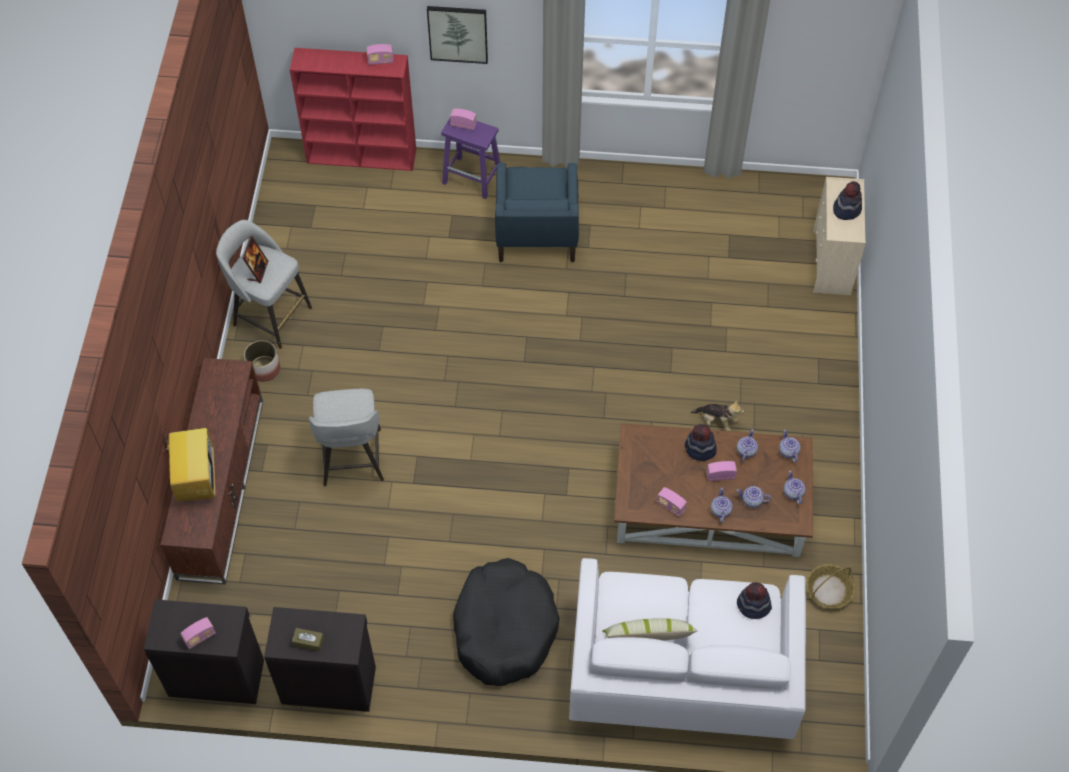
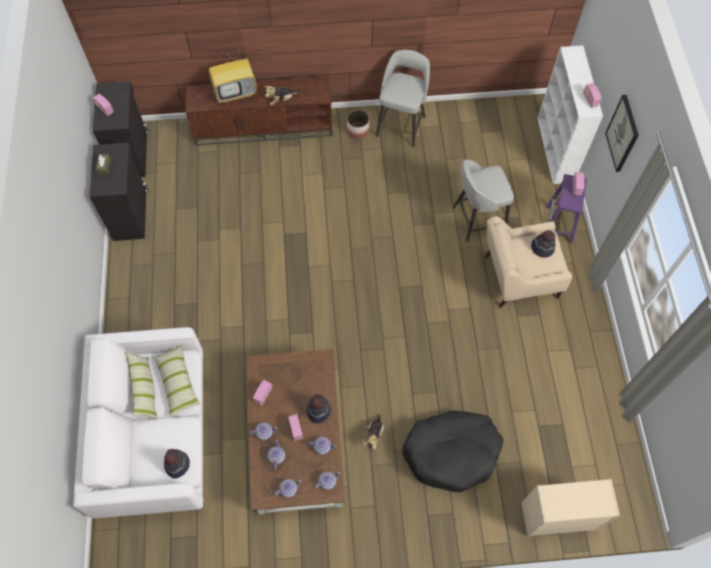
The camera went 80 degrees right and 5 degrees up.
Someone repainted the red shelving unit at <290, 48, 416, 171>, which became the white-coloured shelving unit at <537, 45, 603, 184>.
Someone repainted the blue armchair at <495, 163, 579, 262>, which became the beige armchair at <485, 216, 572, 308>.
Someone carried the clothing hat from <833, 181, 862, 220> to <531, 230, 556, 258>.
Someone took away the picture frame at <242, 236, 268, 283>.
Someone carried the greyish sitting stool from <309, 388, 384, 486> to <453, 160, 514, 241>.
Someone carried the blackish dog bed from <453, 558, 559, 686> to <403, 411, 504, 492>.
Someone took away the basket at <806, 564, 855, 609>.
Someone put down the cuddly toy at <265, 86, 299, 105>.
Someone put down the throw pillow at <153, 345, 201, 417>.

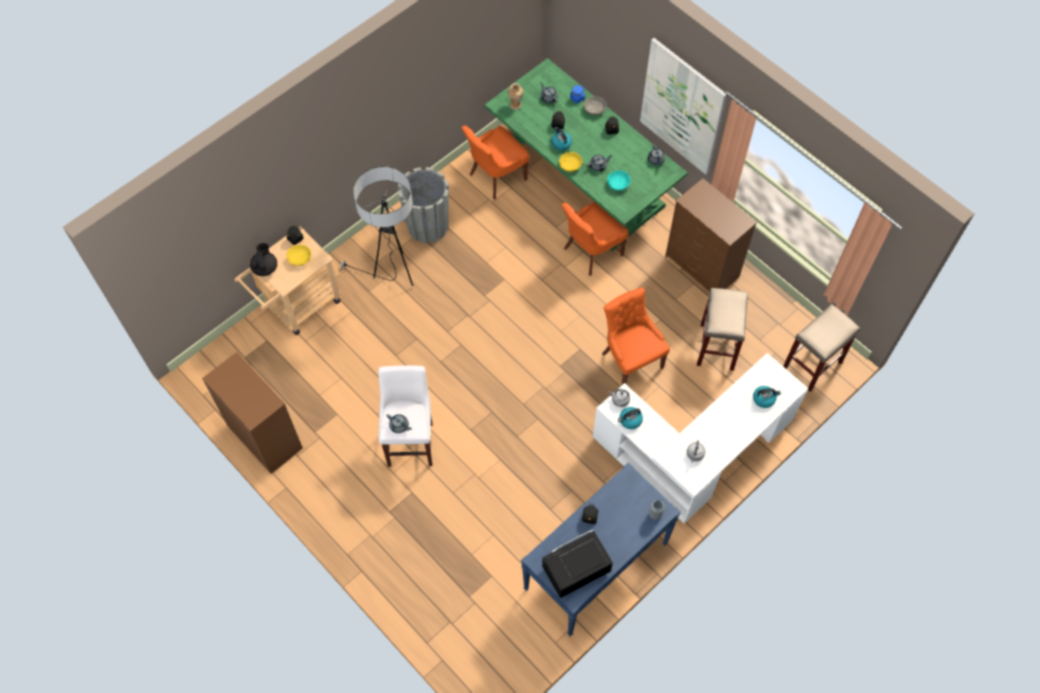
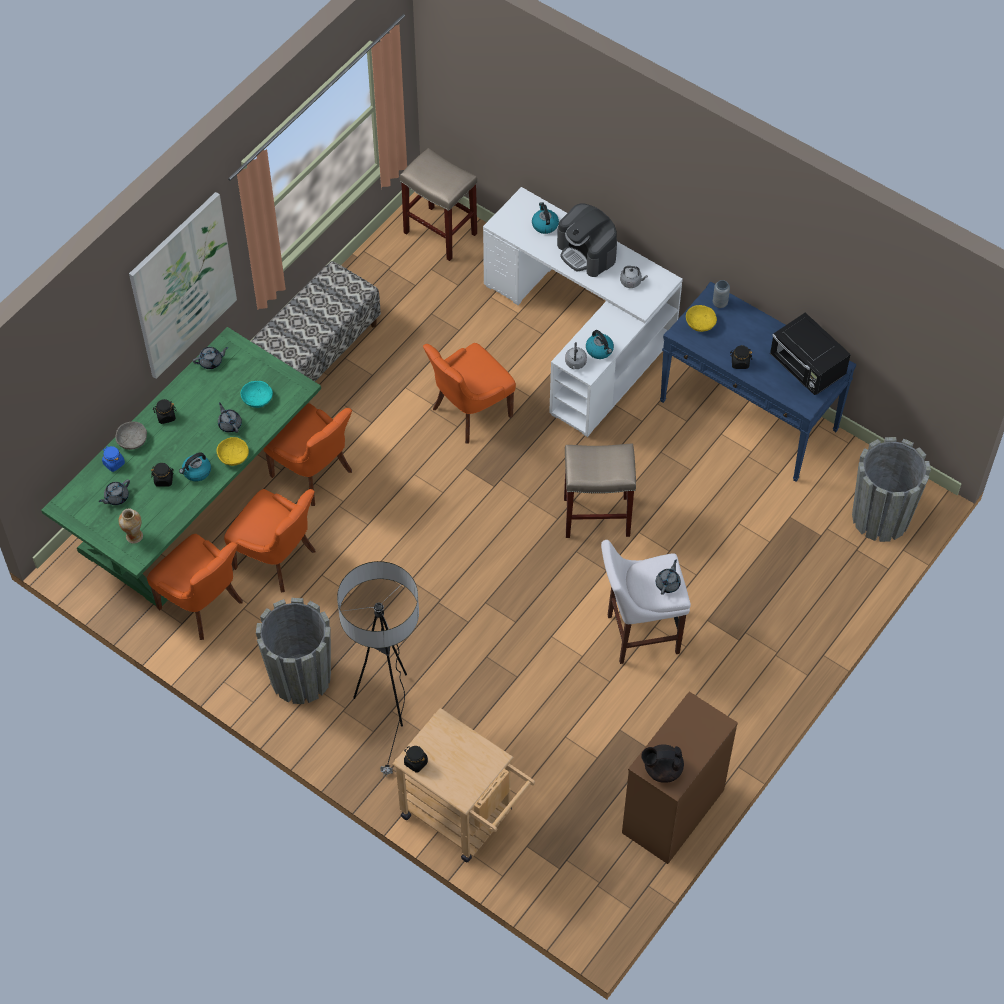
The camera went 100 degrees left and 5 degrees down.
Someone swapped the brown chest of drawers at <665, 178, 757, 291> for the bench at <251, 261, 381, 382>.
Someone carried the blackish tea pot from <250, 243, 277, 276> to <642, 744, 684, 783>.
Someone carried the yellow-coloured deep dish from <286, 245, 311, 266> to <686, 305, 717, 332>.
Someone carried the beige sitting stool from <697, 288, 748, 371> to <564, 443, 636, 538>.
Someone put down the coffee brewer at <557, 203, 617, 277>.
Someone put down the greyish plant pot at <852, 437, 931, 542>.
Someone put down the orange-coloured chair at <224, 489, 316, 593>.

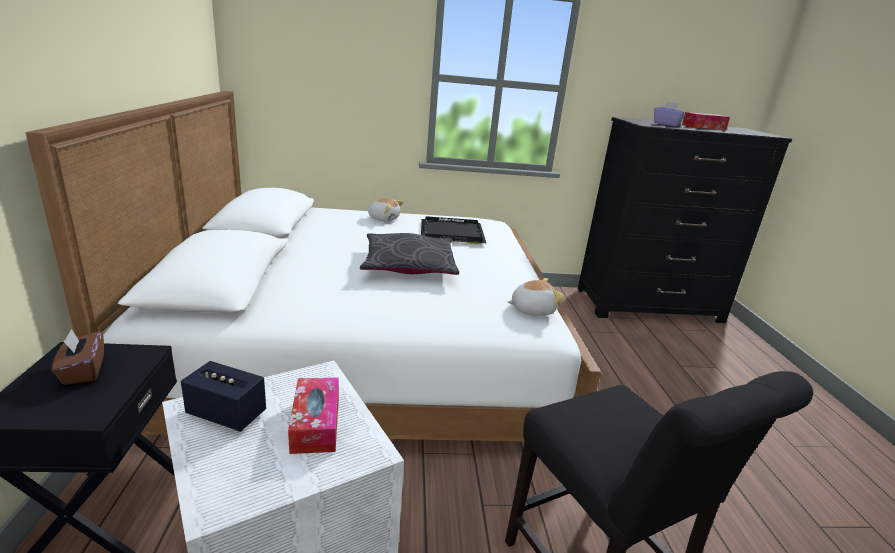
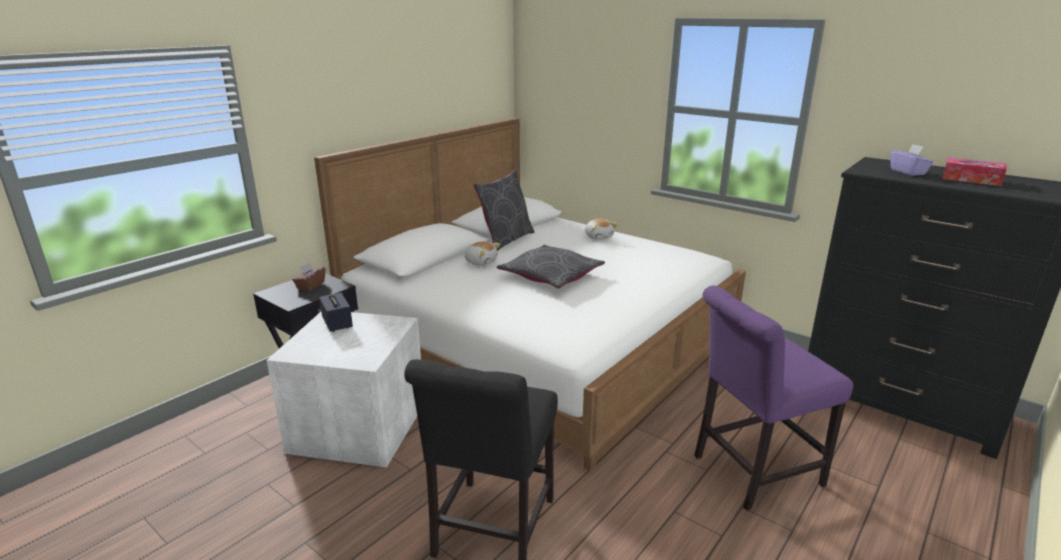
The camera went 45 degrees right and 0 degrees up.
Someone took away the blackish tray at <421, 216, 486, 244>.
Someone carried the cuddly toy from <507, 278, 564, 316> to <464, 241, 501, 266>.
Someone took away the box of tissues at <288, 378, 339, 454>.
Someone put down the greyish throw pillow at <473, 170, 534, 251>.
Someone put down the purple chair at <694, 285, 853, 510>.

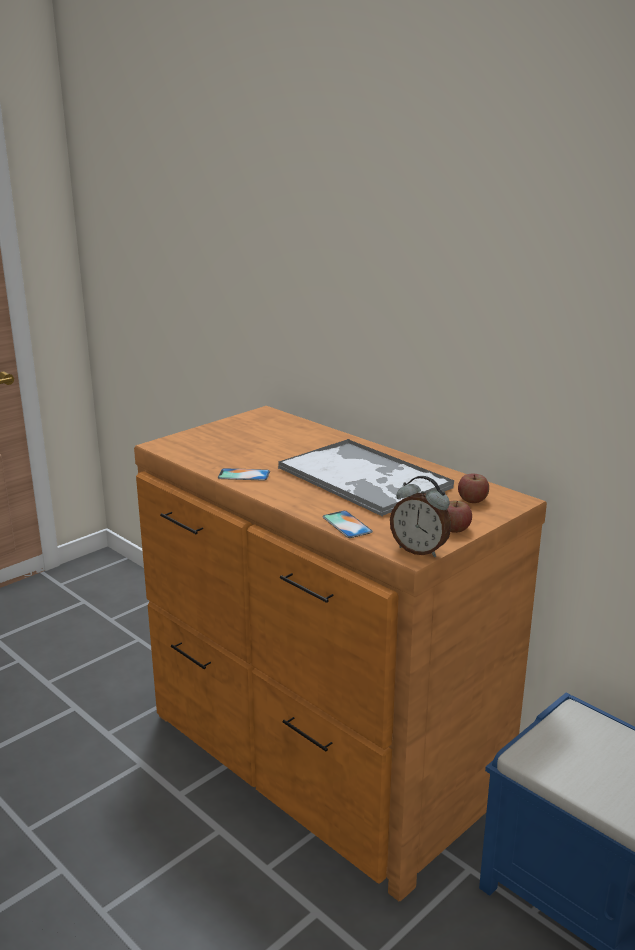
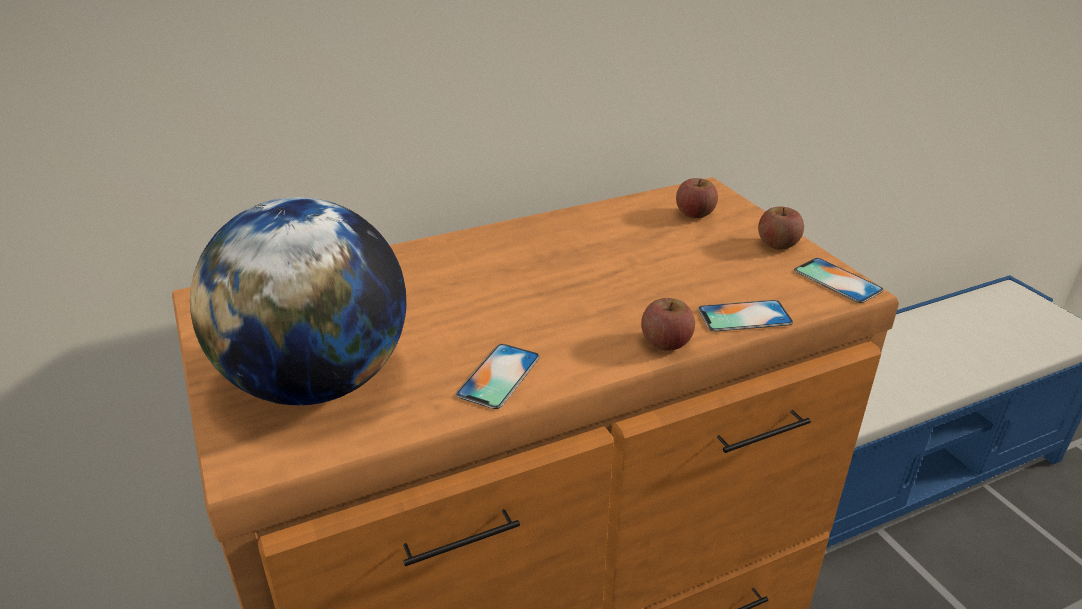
The camera went 70 degrees left and 10 degrees up.
Someone took away the tray at <278, 439, 454, 517>.
Someone swapped the bedside clock at <390, 476, 451, 557> for the handset at <794, 258, 884, 303>.
Someone put down the world globe at <190, 197, 406, 405>.
Someone put down the whole apple at <641, 298, 695, 351>.

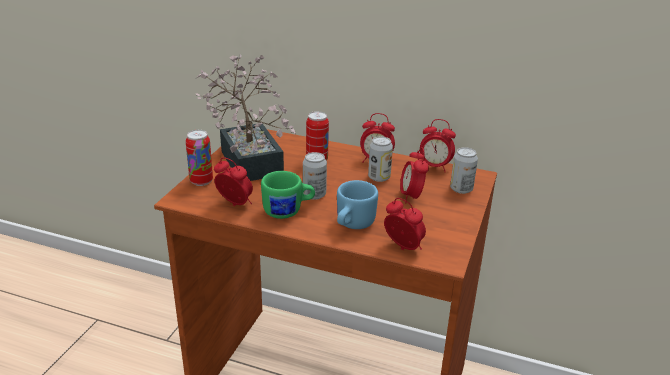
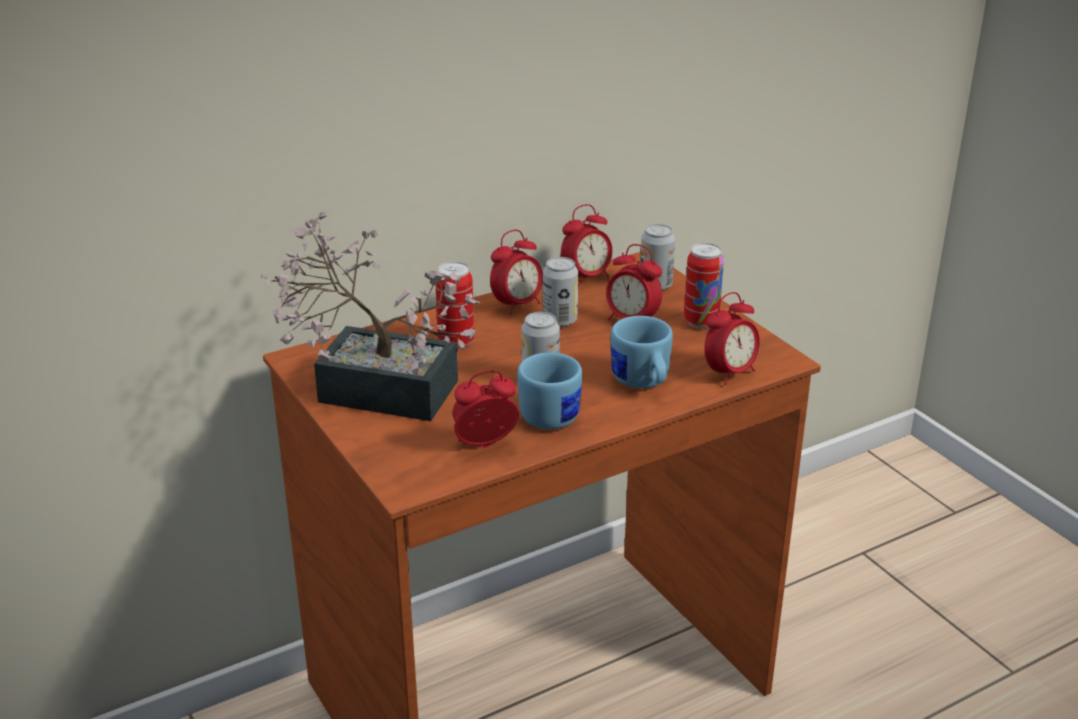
The camera went 50 degrees left and 0 degrees up.
Someone carried the sealed can from <186, 130, 213, 186> to <684, 243, 724, 329>.
Someone repainted the greenish tea mug at <261, 171, 315, 219>, which became the blue tea mug at <517, 352, 582, 430>.
Someone rotated the bedside clock at <384, 198, 426, 250> by 150 degrees clockwise.

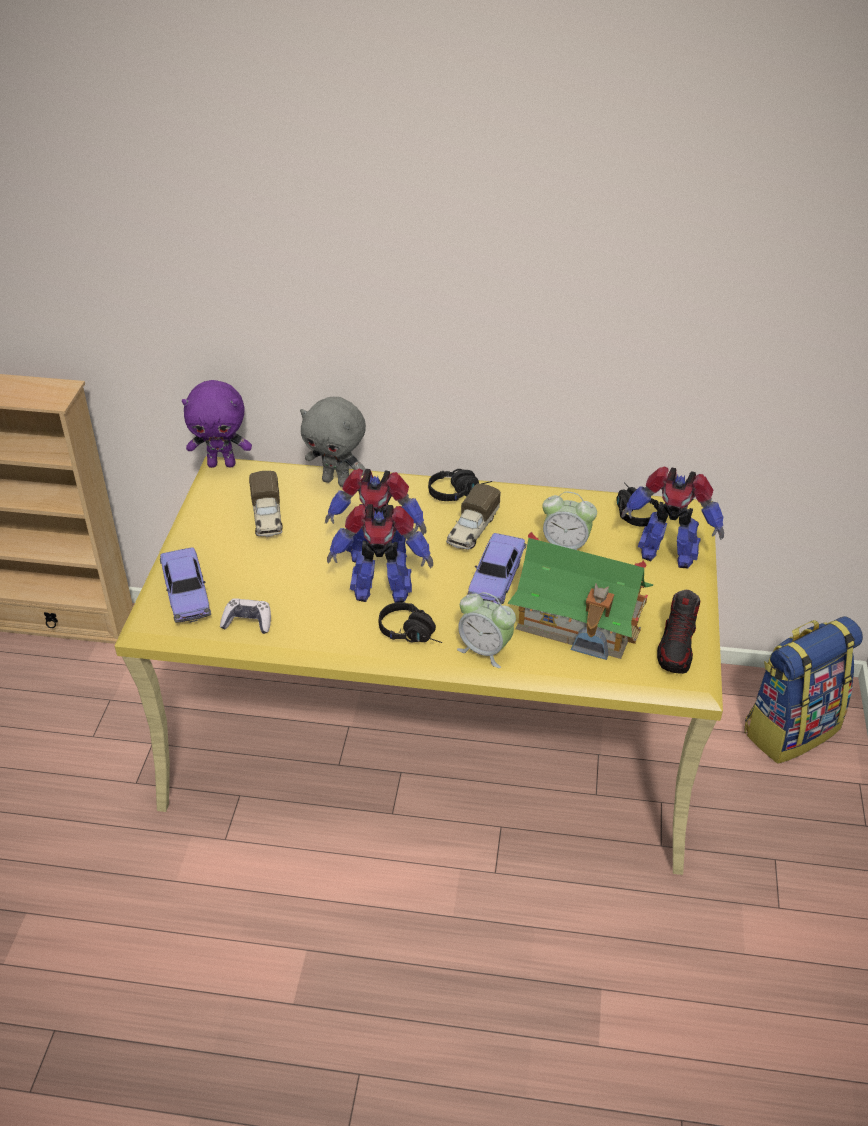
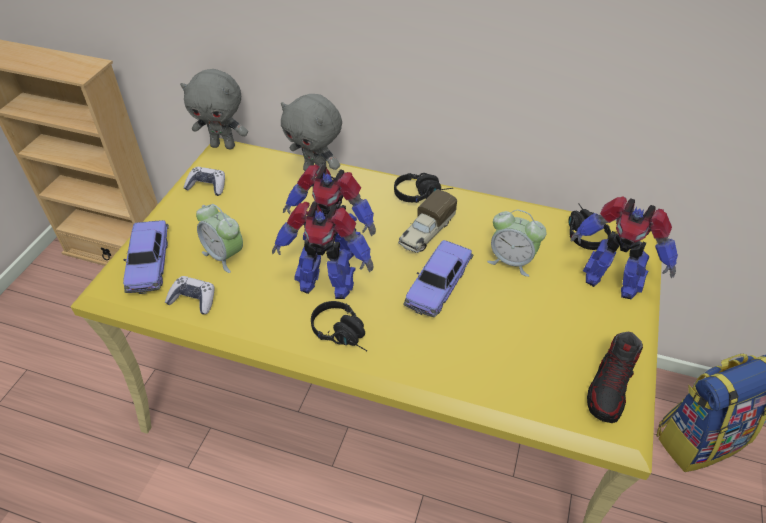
The camera went 10 degrees right and 5 degrees up.
Someone repainted the purple cuddly toy at <182, 380, 252, 468>, which became the greyish cuddly toy at <180, 69, 248, 149>.
Someone took away the toy lorry at <249, 471, 283, 537>.
Someone took away the model house at <507, 532, 654, 660>.
Someone carried the bedside clock from <457, 592, 516, 668> to <196, 204, 243, 273>.
Someone put down the gamepad at <184, 167, 225, 196>.

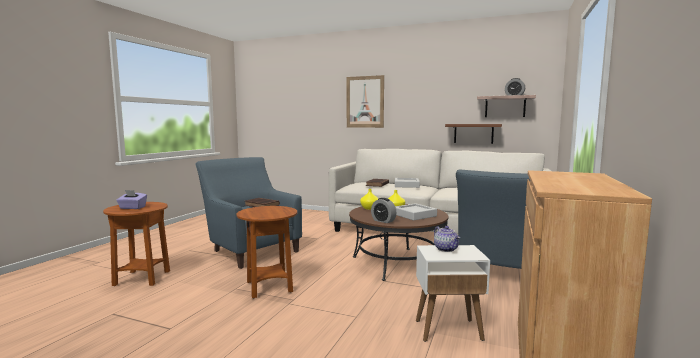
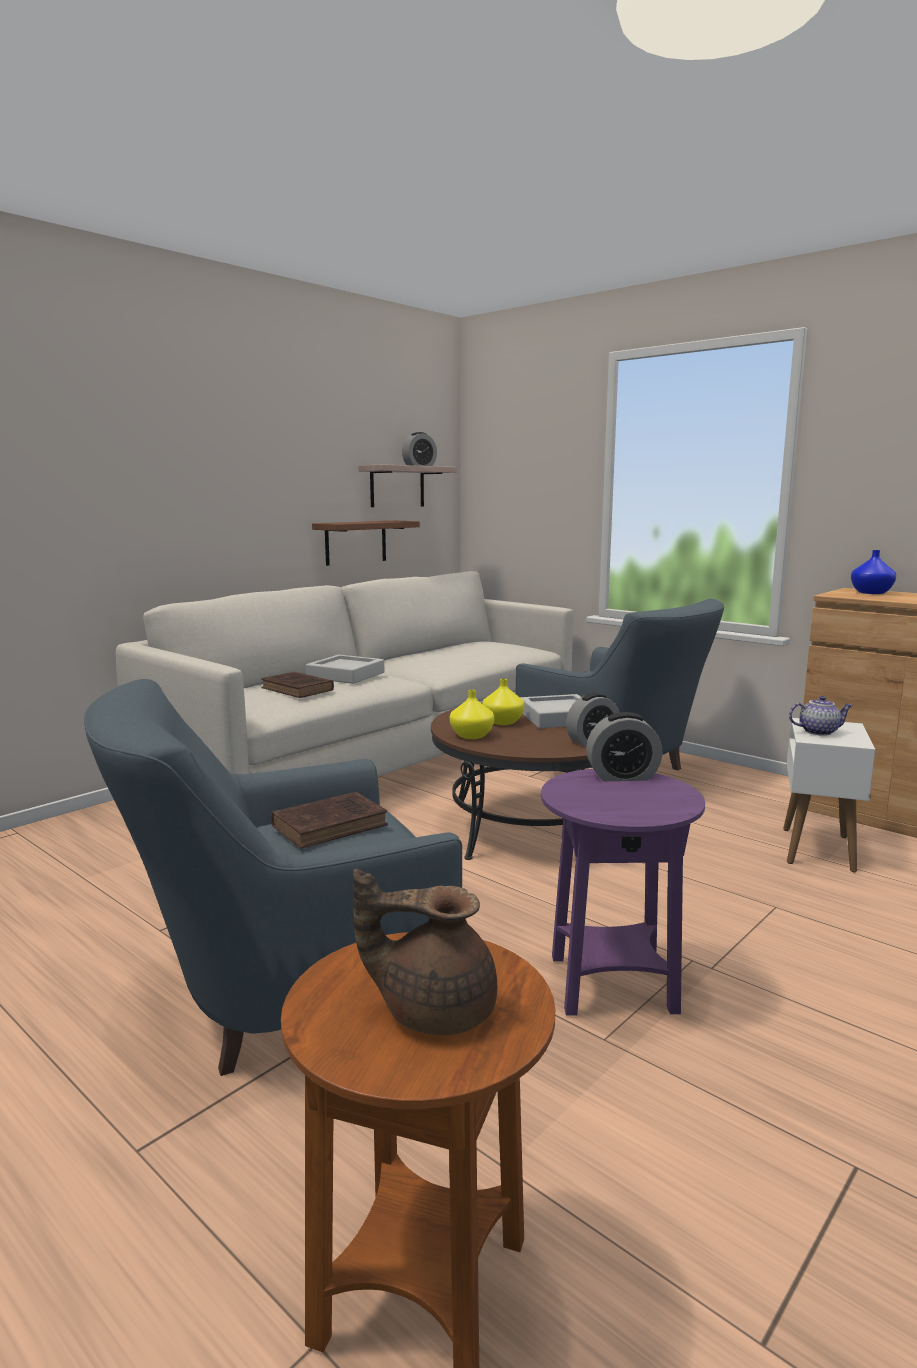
The camera went 70 degrees left and 5 degrees up.
Someone took away the picture at <347, 75, 384, 128>.
Someone swapped the purple box of tissues at <116, 190, 147, 209> for the brown tea pot at <353, 869, 497, 1035>.
Someone repainted the brown side table at <236, 206, 297, 298>, which became the purple side table at <541, 769, 705, 1016>.
Someone put down the blue decorative vase at <851, 550, 896, 594>.
Someone put down the bedside clock at <586, 712, 663, 781>.

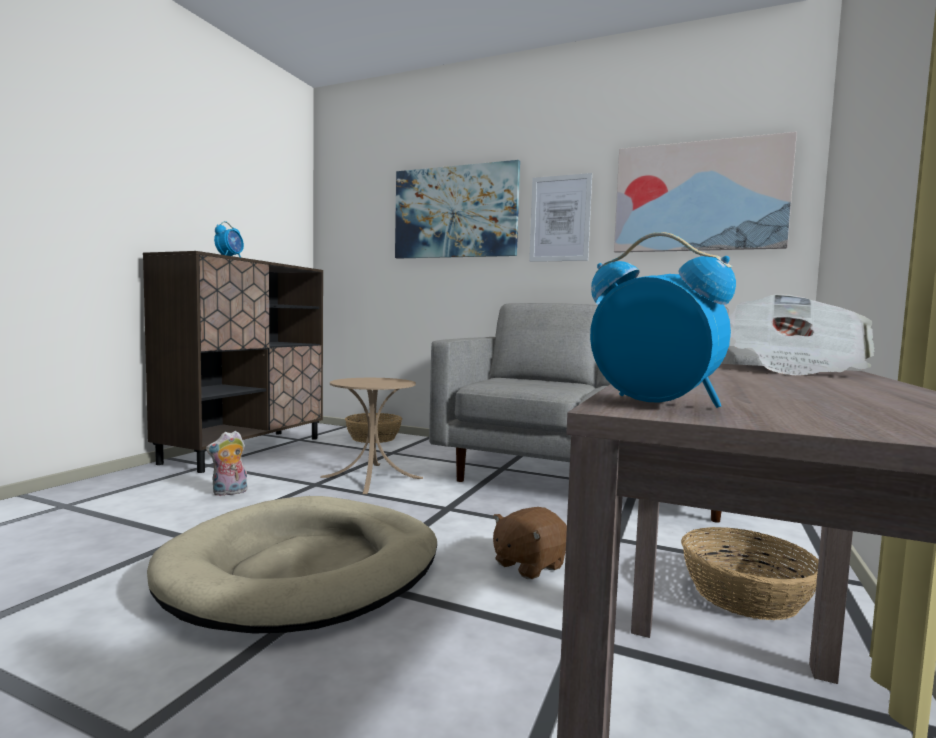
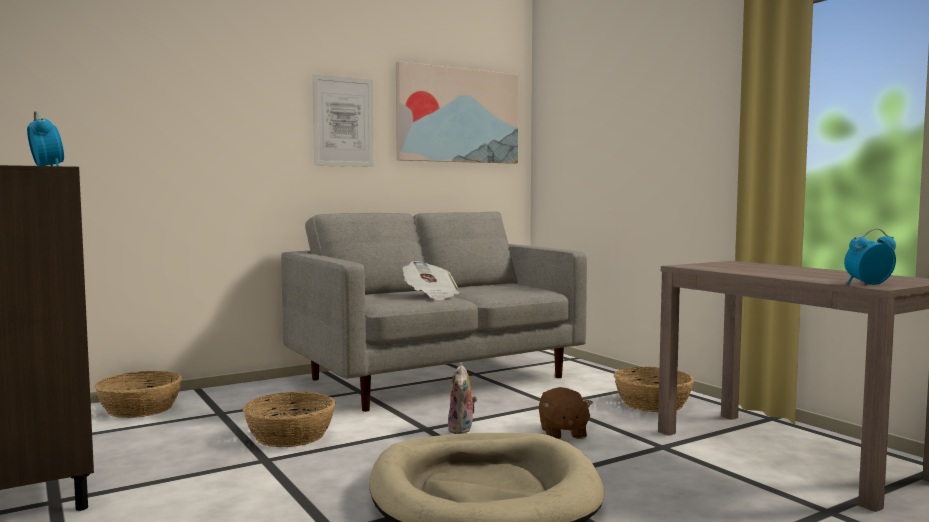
The camera went 55 degrees left and 0 degrees up.
Someone took away the picture at <395, 160, 520, 259>.
Someone carried the daily paper from <729, 294, 875, 375> to <402, 261, 460, 300>.
Someone swapped the beige side table at <320, 378, 423, 494> for the basket at <243, 392, 335, 447>.
Someone carried the cuddly toy from <206, 431, 248, 496> to <448, 364, 477, 434>.

